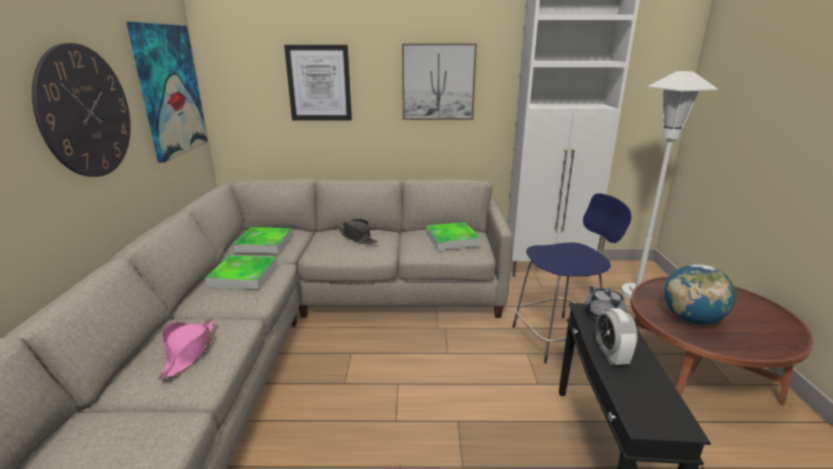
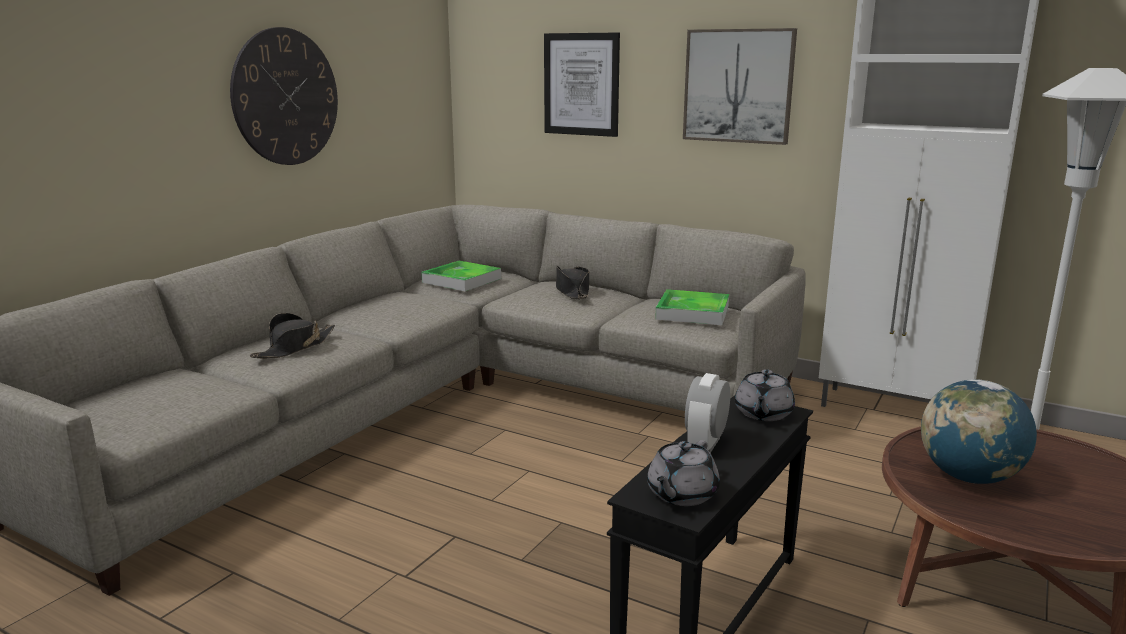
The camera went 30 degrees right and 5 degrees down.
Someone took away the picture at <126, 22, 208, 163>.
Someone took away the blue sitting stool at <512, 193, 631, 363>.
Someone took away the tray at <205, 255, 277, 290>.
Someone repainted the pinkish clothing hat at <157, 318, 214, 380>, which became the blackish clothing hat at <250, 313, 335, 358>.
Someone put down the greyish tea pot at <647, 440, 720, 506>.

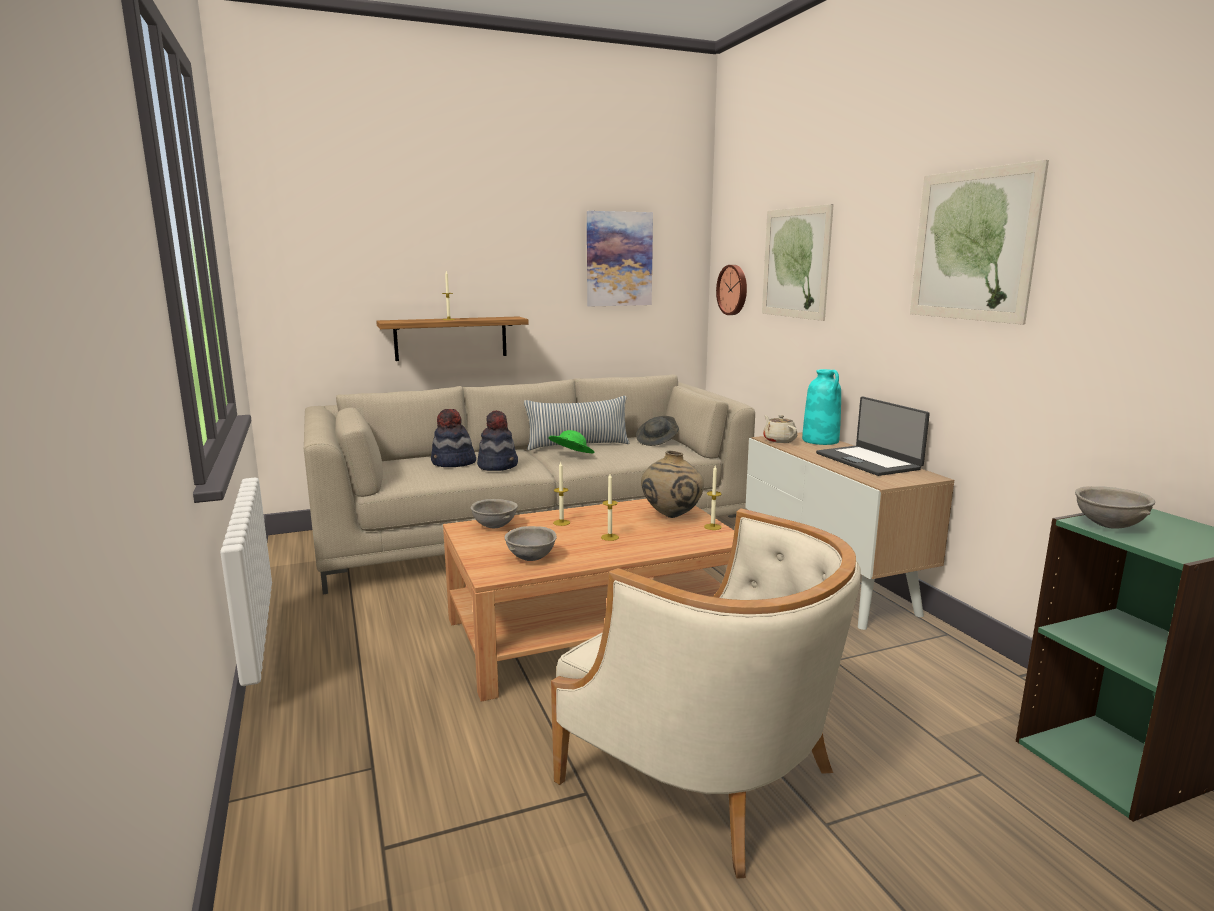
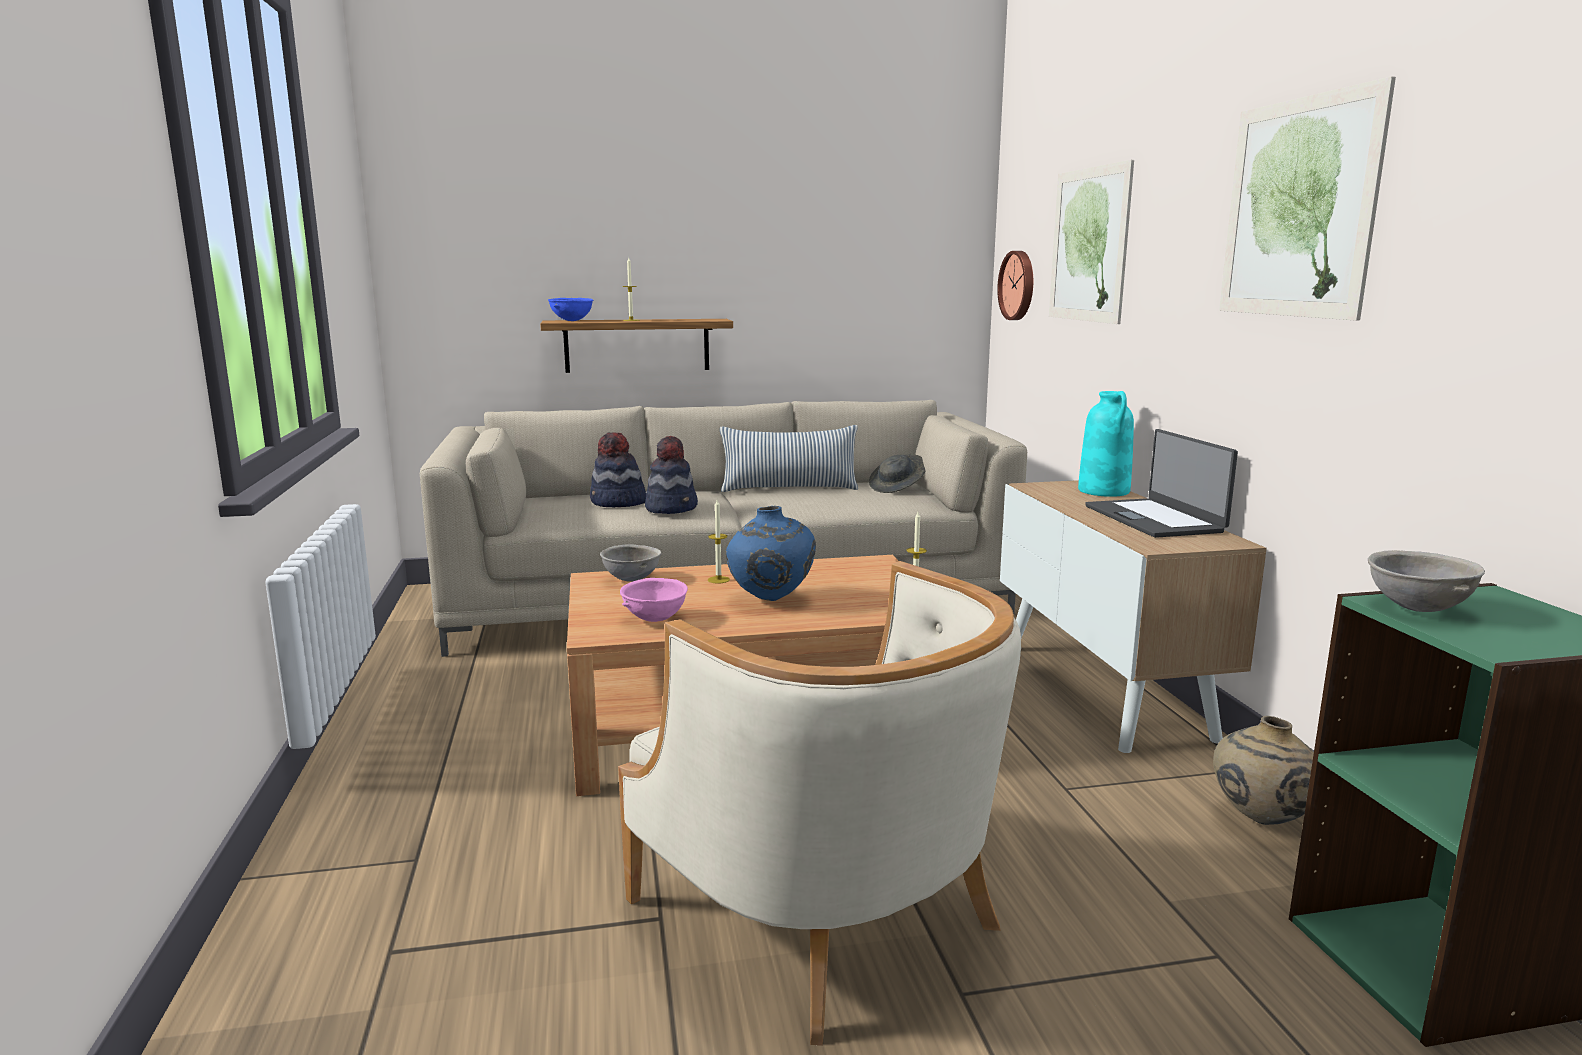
The camera went 10 degrees right and 0 degrees up.
Someone took away the picture at <587, 211, 653, 307>.
Someone took away the beige tea pot at <763, 415, 797, 443>.
Someone took away the greenish clothing hat at <548, 430, 594, 454>.
Someone carried the beige decorative vase from <641, 451, 704, 518> to <1213, 716, 1314, 825>.
Someone swapped the wax light at <601, 474, 619, 541> for the blue decorative vase at <726, 506, 816, 601>.
Someone repainted the greyish deep dish at <504, 526, 557, 561>, which became the pinkish deep dish at <620, 578, 688, 622>.
Someone put down the blue deep dish at <548, 298, 593, 321>.

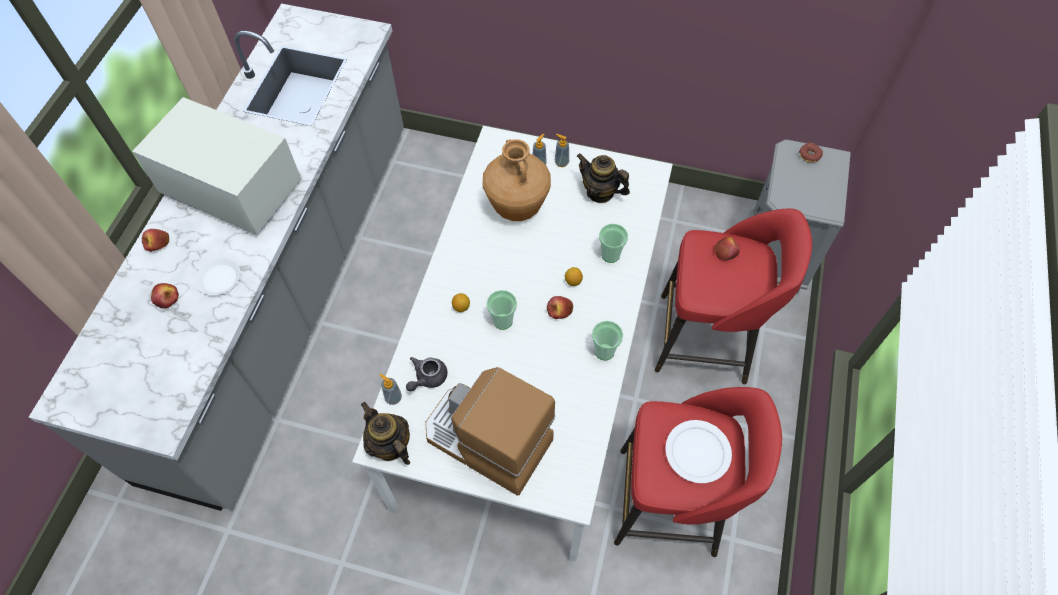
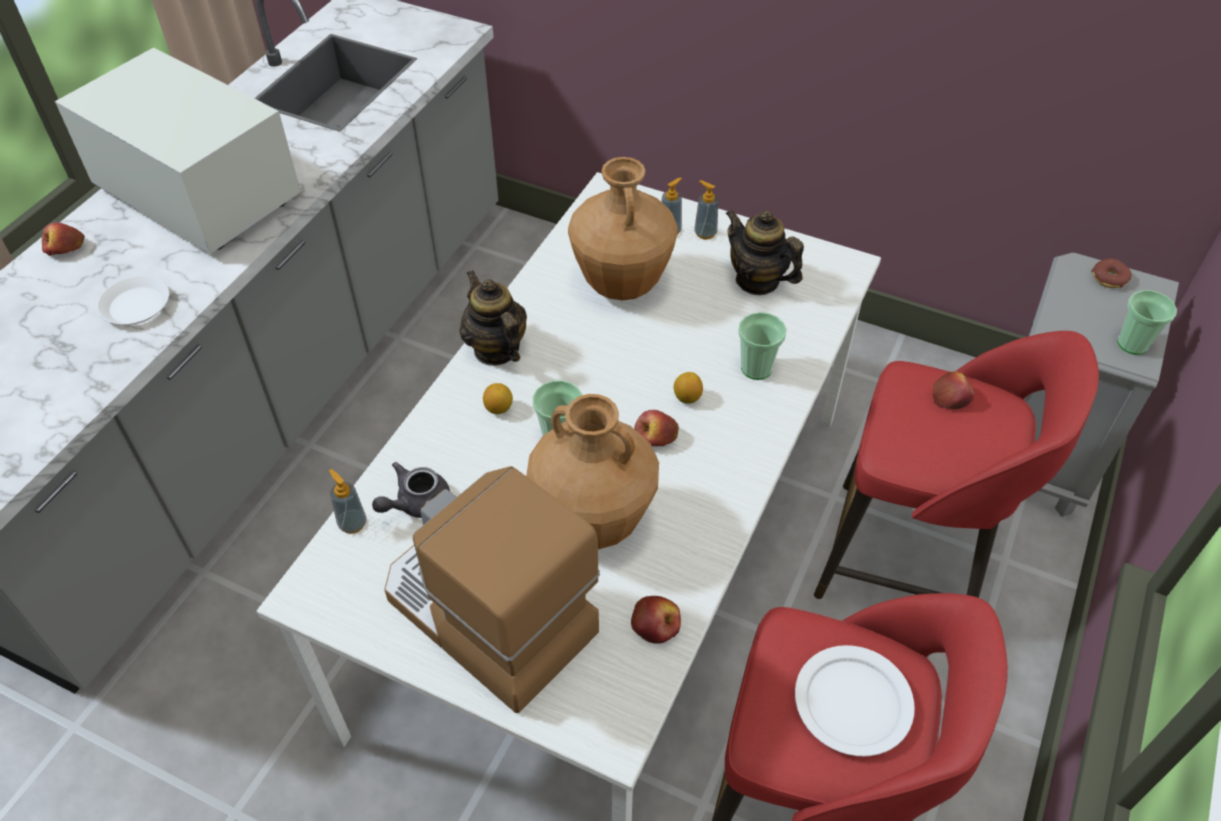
The camera went 10 degrees right and 10 degrees down.
Someone carried the whole apple from <151, 283, 179, 309> to <631, 596, 681, 644>.
Someone carried the cup from <592, 321, 623, 360> to <1117, 290, 1177, 355>.
Someone carried the tea pot from <361, 402, 410, 465> to <460, 270, 527, 366>.
Someone put down the brown decorative vase at <526, 394, 659, 549>.

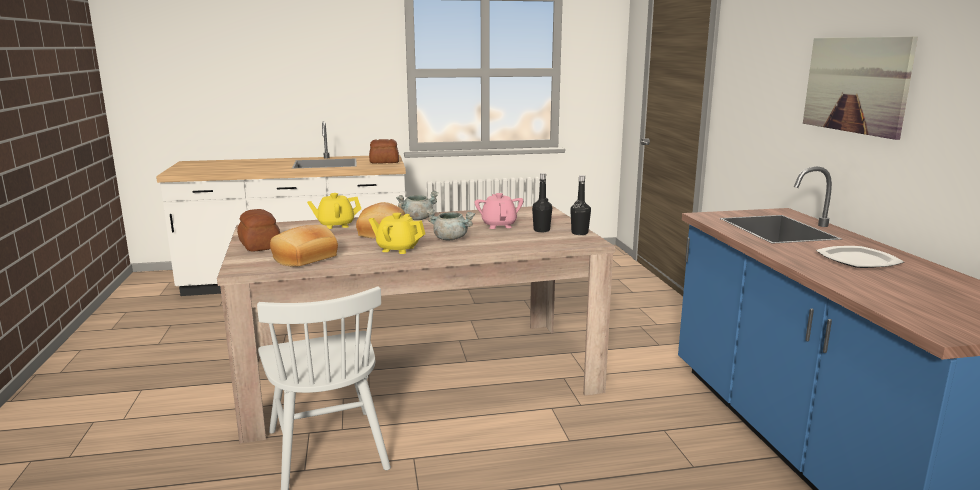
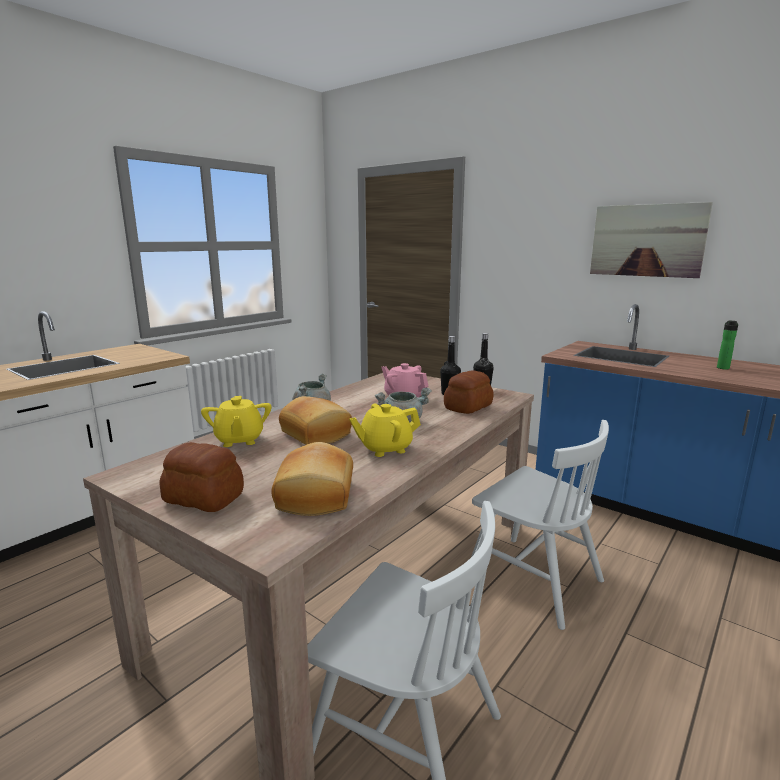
The camera went 40 degrees left and 0 degrees up.
Someone carried the bakery bread from <369, 139, 399, 163> to <444, 370, 493, 414>.
Someone rotated the yellow-coloured tea pot at <307, 193, 361, 229> by 45 degrees counterclockwise.
Someone swapped the dinner plate at <816, 246, 904, 268> for the beverage bottle at <717, 320, 738, 369>.
Someone put down the white-coloured chair at <471, 420, 609, 630>.

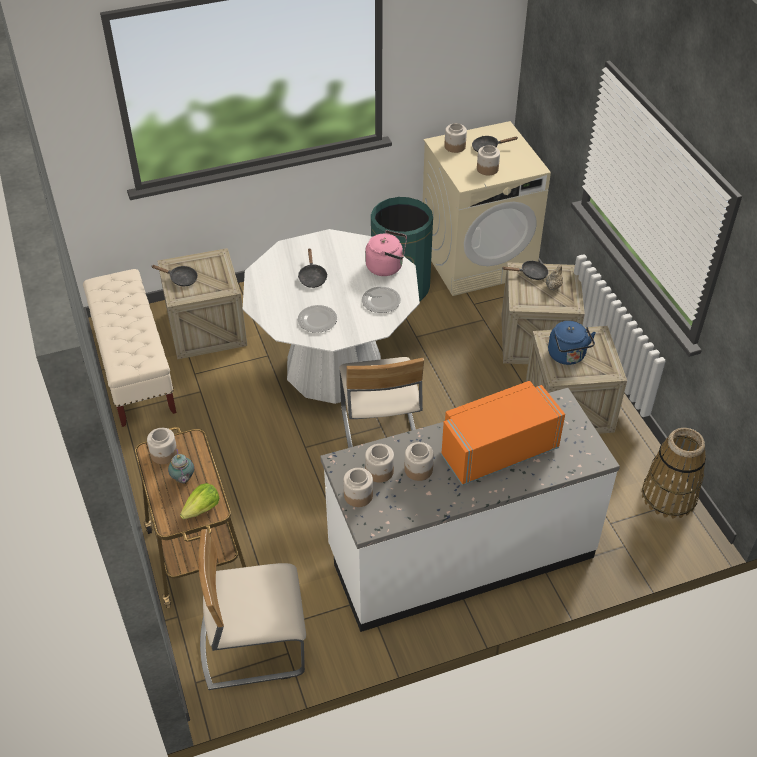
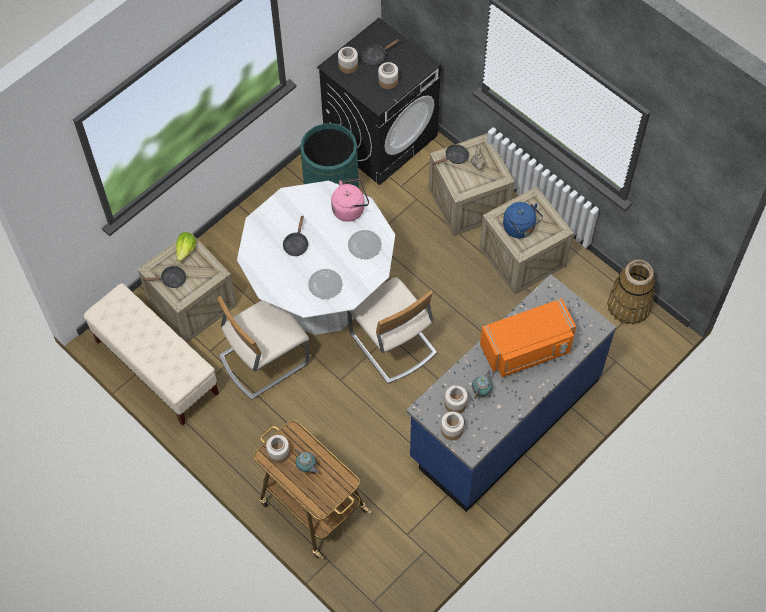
The camera went 25 degrees left and 15 degrees up.
Someone repainted the beige laundry appliance at <423, 121, 551, 296>, which became the blackish laundry appliance at <317, 18, 441, 185>.
Someone rotated the blackish frying pan at <298, 249, 328, 288> by 45 degrees clockwise.
Someone rotated the orange-coloured microwave oven at <441, 381, 565, 486> by 150 degrees counterclockwise.
Someone repainted the white-coloured kitchen counter at <320, 388, 620, 632>, which became the blue kitchen counter at <406, 274, 616, 512>.
Someone swapped the preserve jar at <404, 442, 434, 481> for the tea pot at <472, 370, 492, 399>.
Someone carried the head of lettuce from <180, 483, 219, 519> to <176, 232, 197, 262>.
Someone carried the beige chair from <198, 529, 306, 690> to <217, 296, 309, 399>.

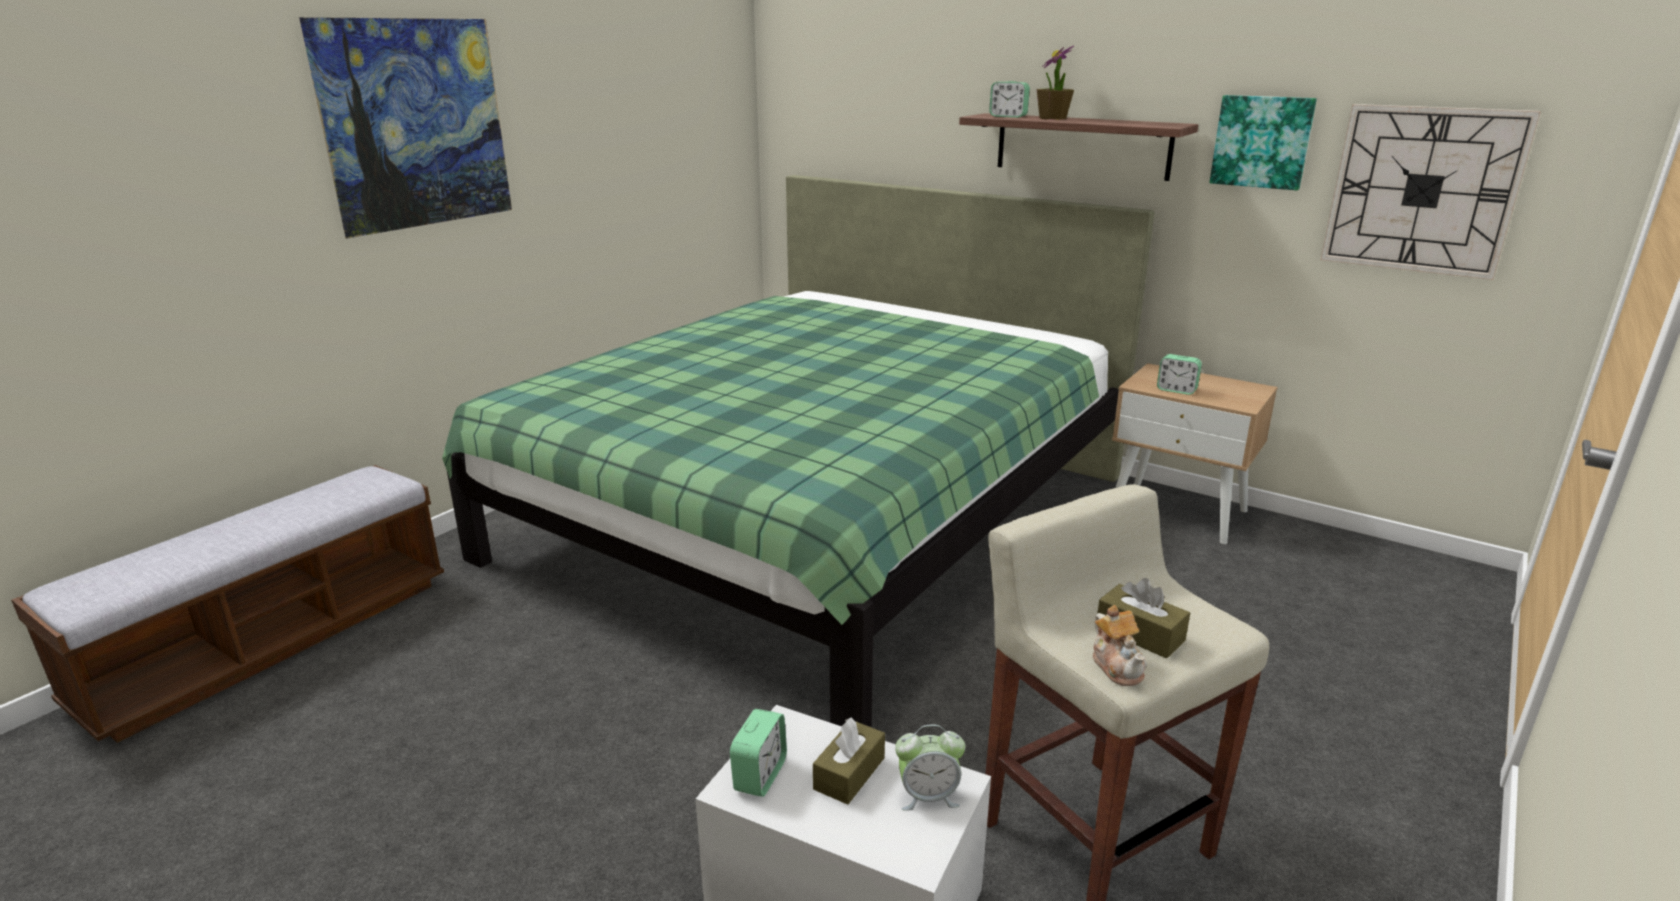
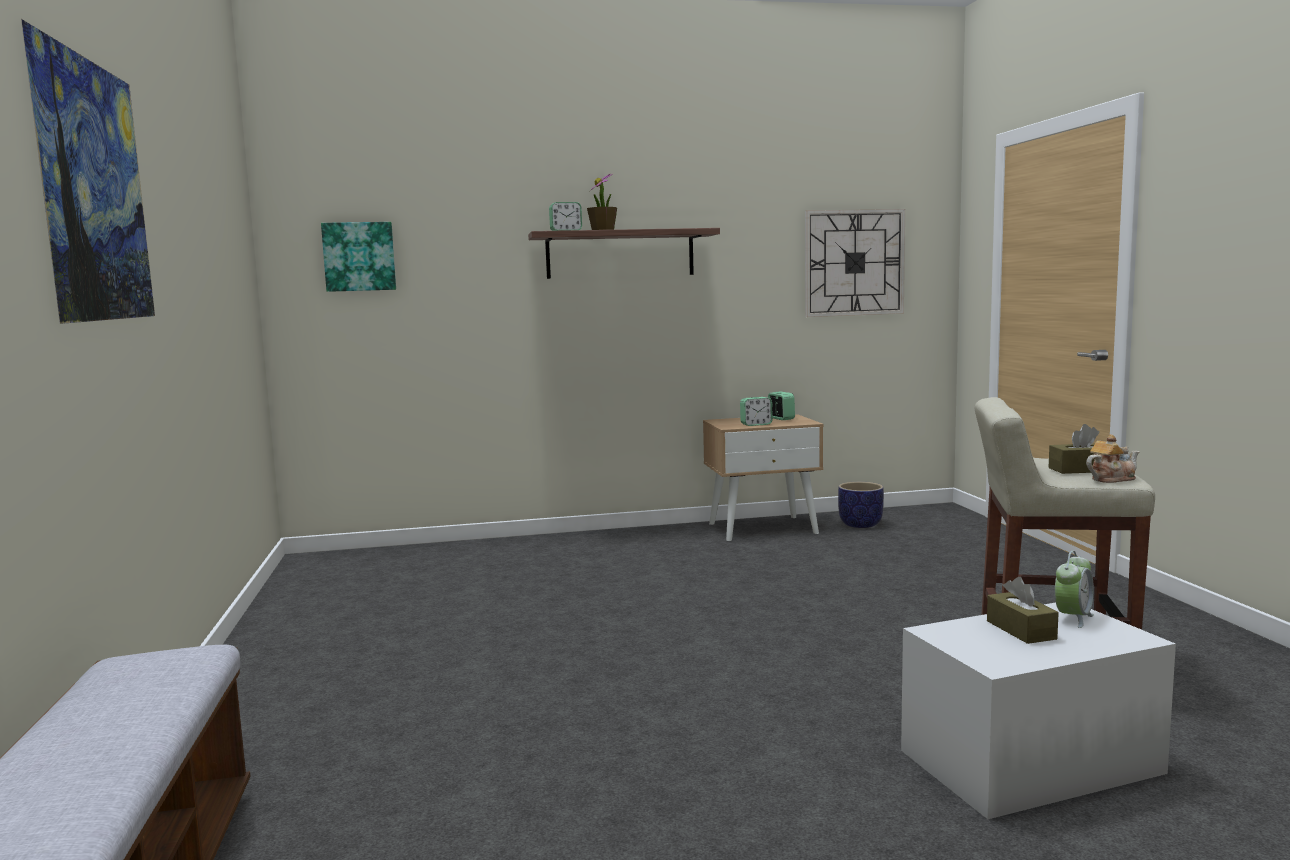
The camera went 45 degrees left and 15 degrees down.
Someone carried the picture from <1210, 95, 1317, 190> to <321, 222, 396, 292>.
Someone took away the greenish sleeping bed at <442, 175, 1155, 728>.
Someone rotated the tea pot at <1093, 605, 1147, 686> by 45 degrees counterclockwise.
Someone carried the bedside clock from <730, 709, 787, 797> to <768, 391, 795, 420>.
Someone put down the plant pot at <838, 482, 884, 528>.

